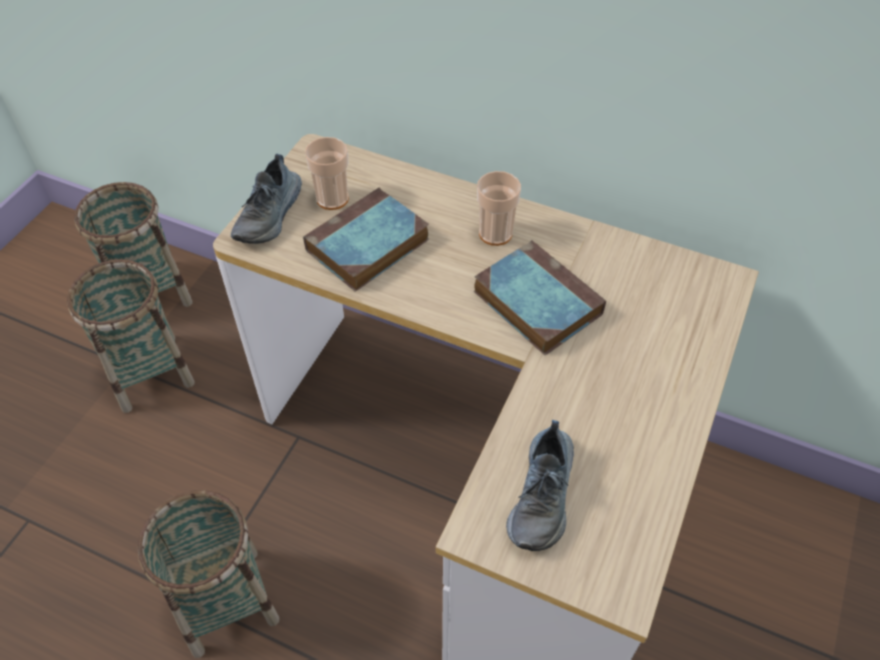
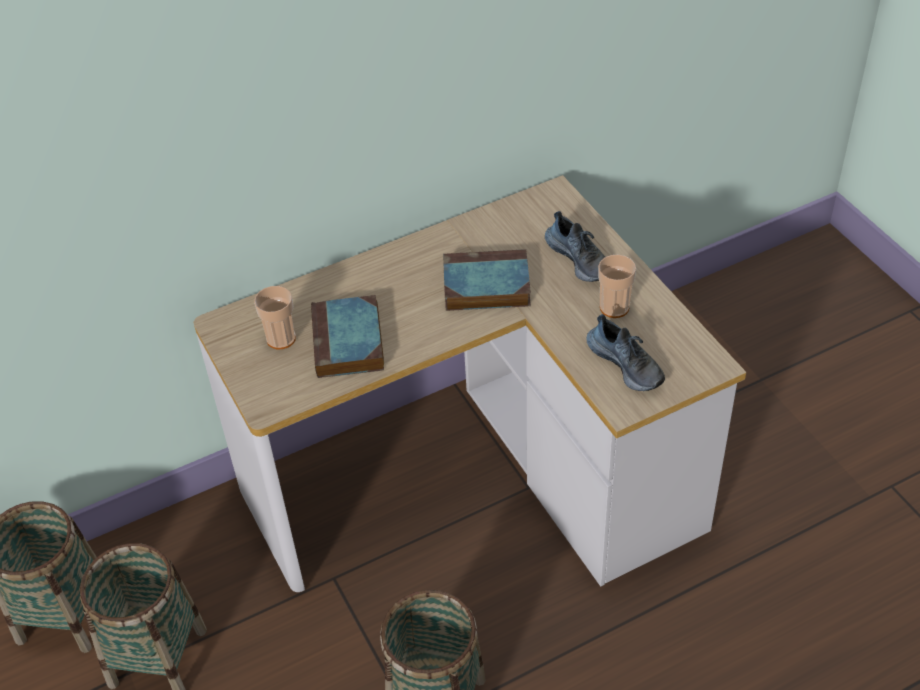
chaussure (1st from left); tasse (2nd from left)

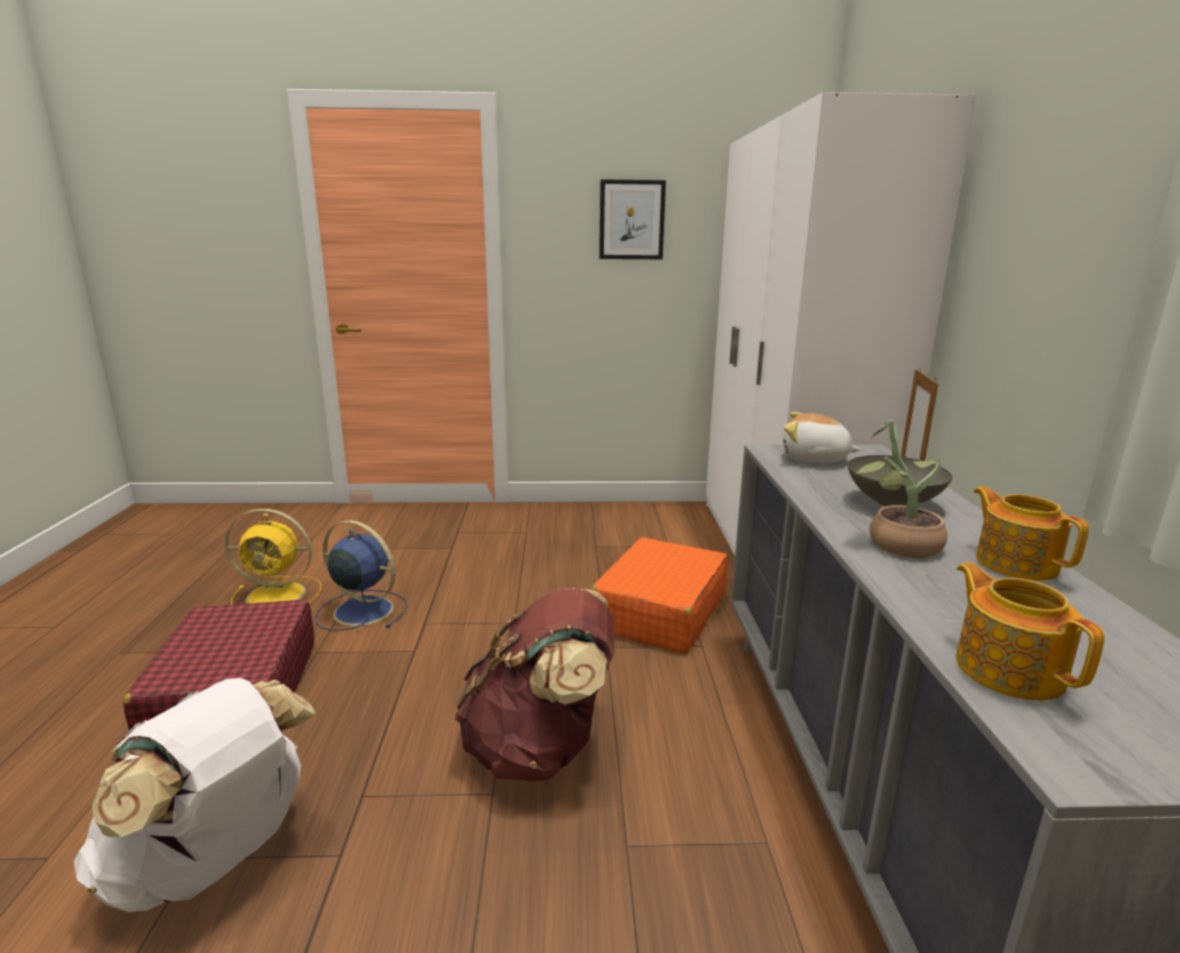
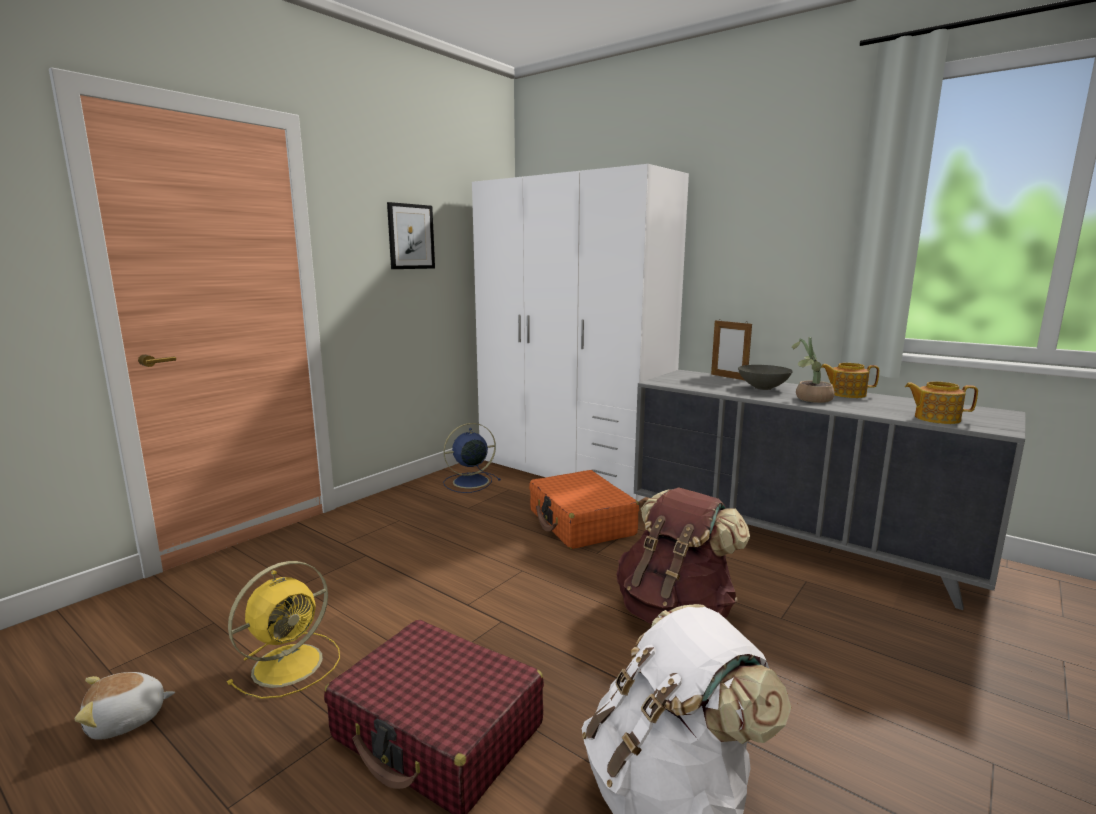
peluche; ventilateur (bleu)

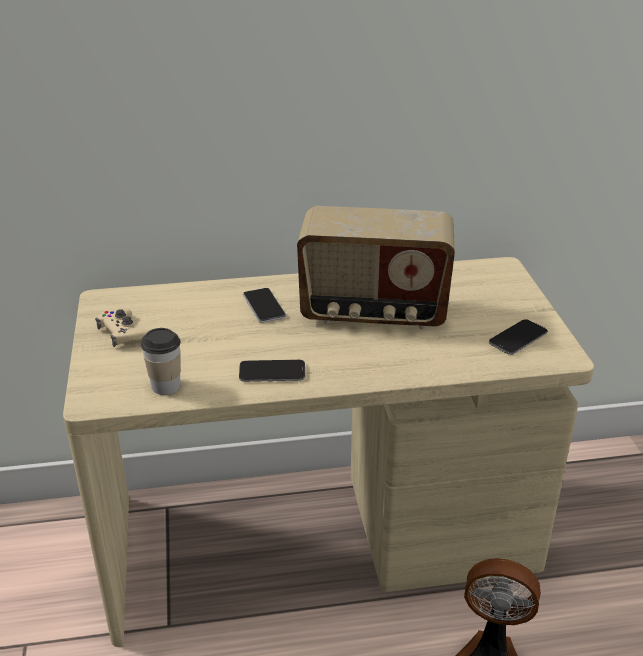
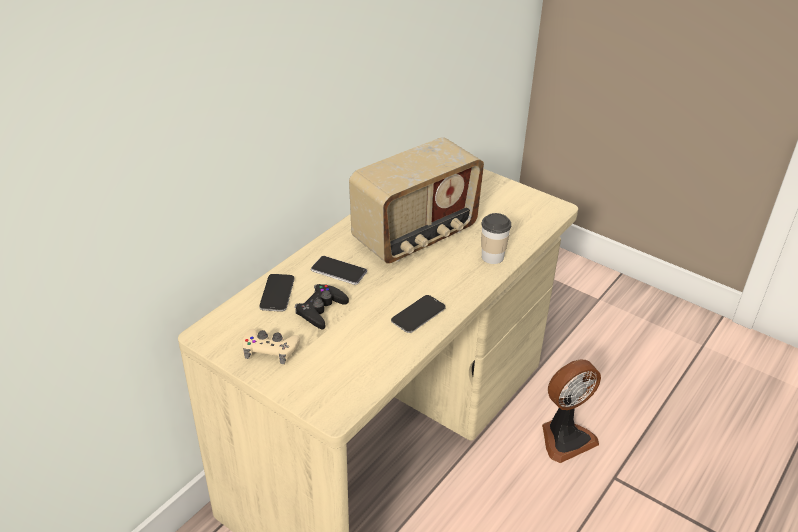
téléphone (1st from left); manette (noir); tasse

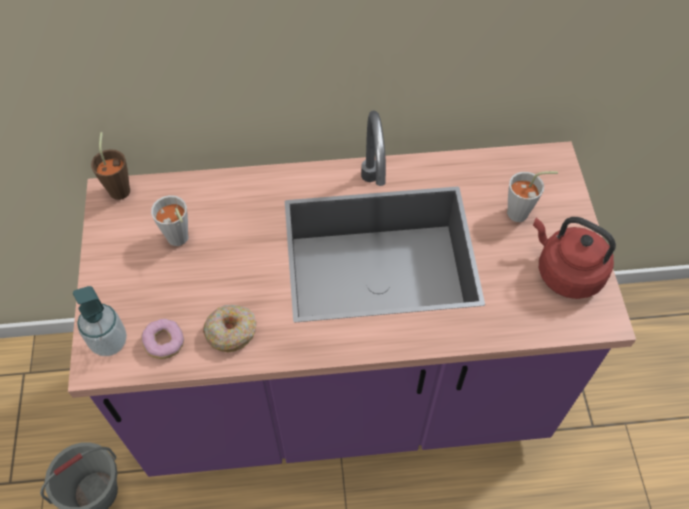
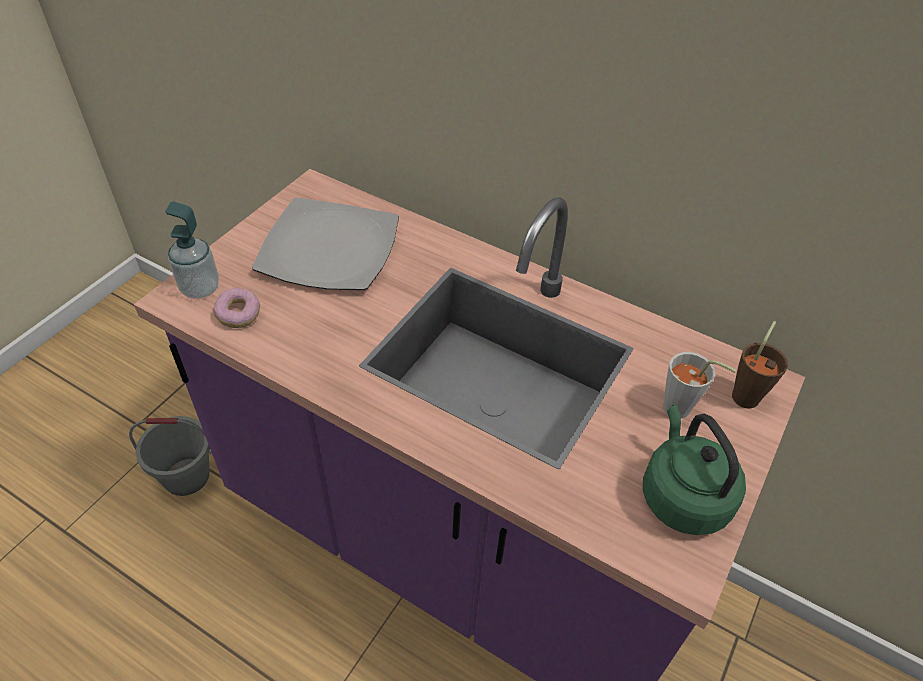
assiette; bouilloire (vert); tasse (marron); beignet (2nd from left in the first image)

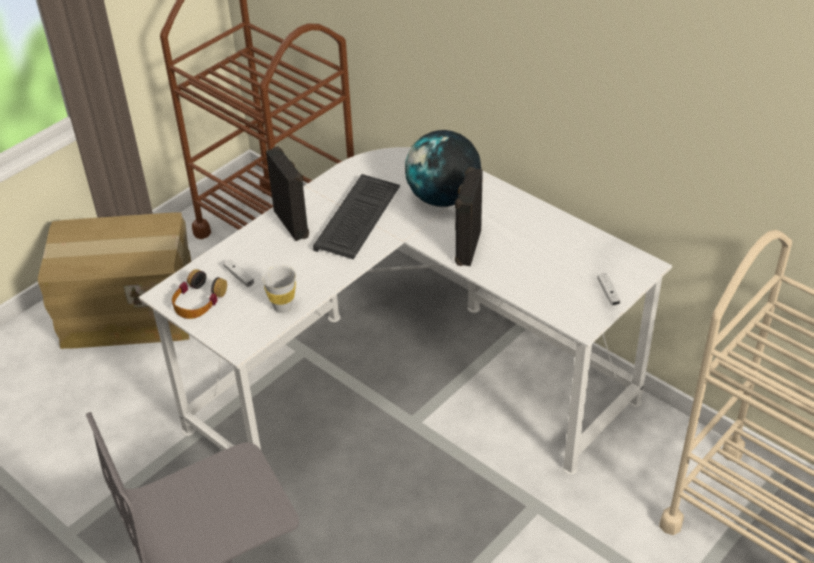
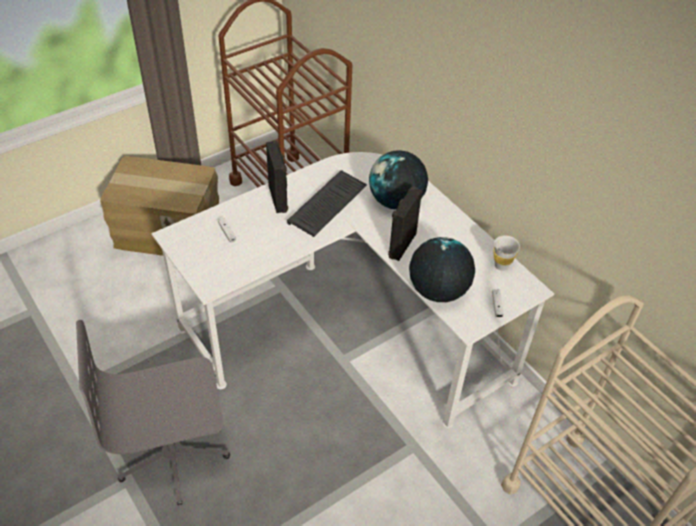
globe (2nd from left); tasse (blanc); casque audio

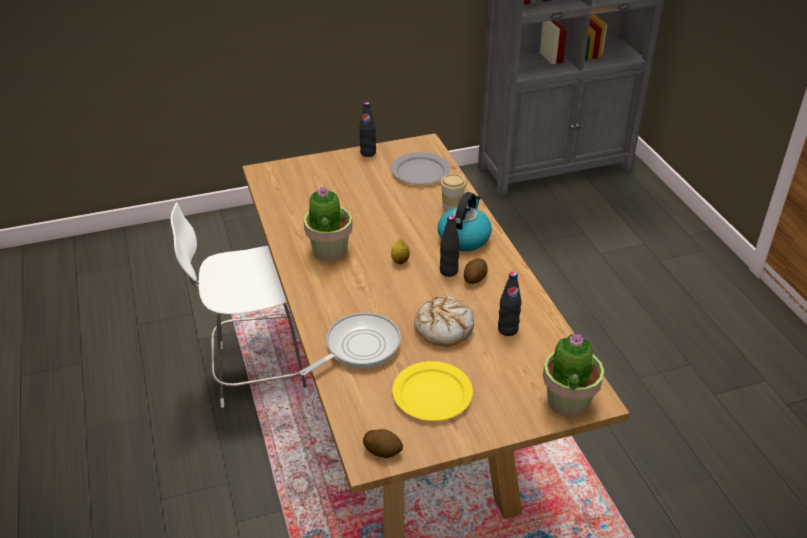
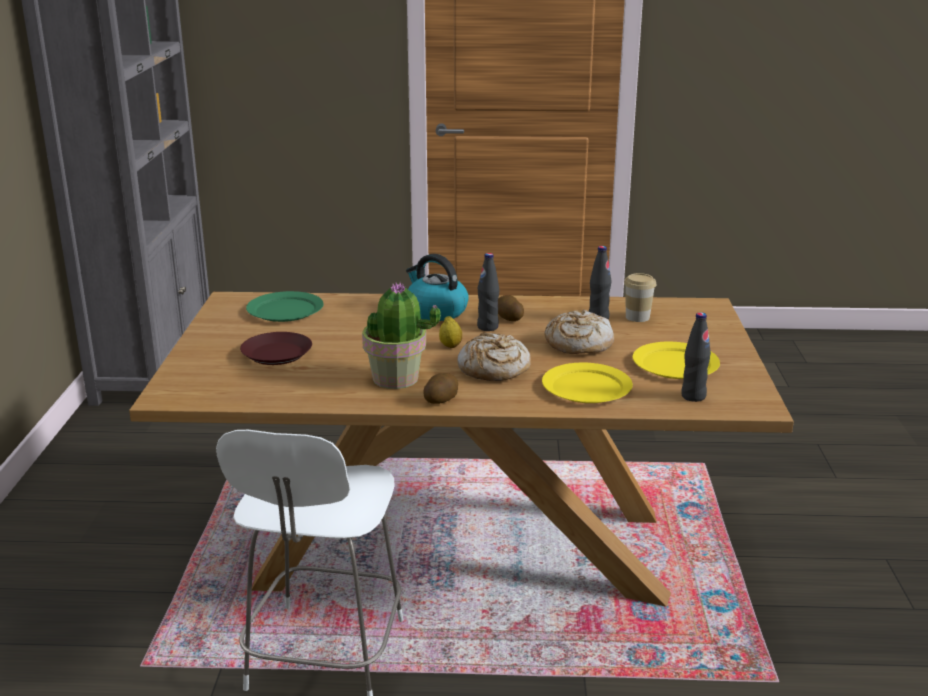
assiette (marron); assiette (vert); pomme de terre (1st from left); pain (1st from left); assiette (jaune) (1st from left); tasse; bouteille (noir) (3rd from left); plante en pot (2nd from left in the first image)

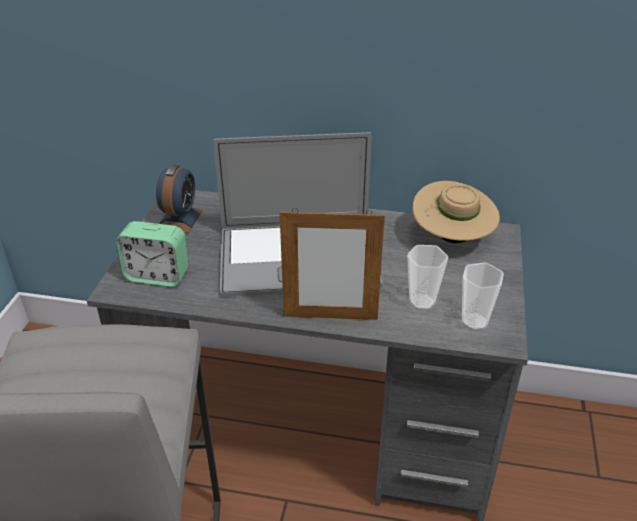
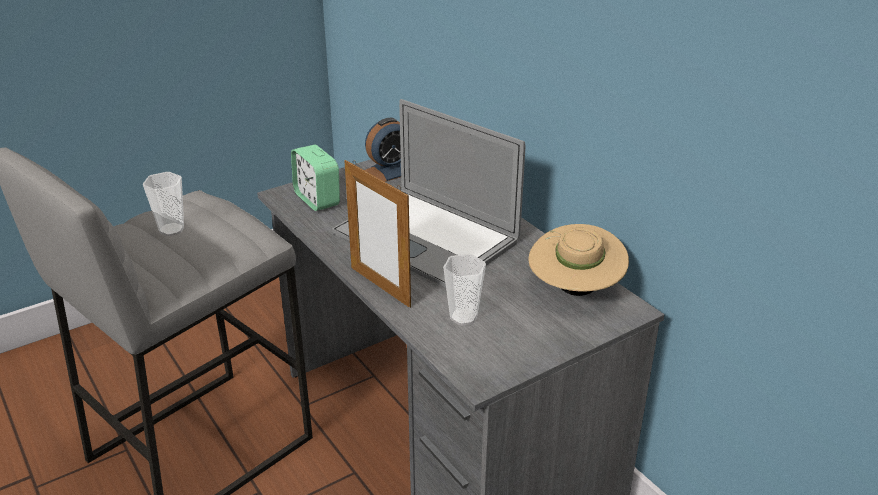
tasse (1st from left)

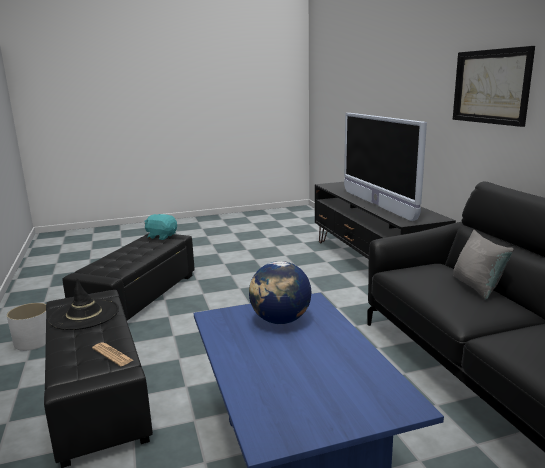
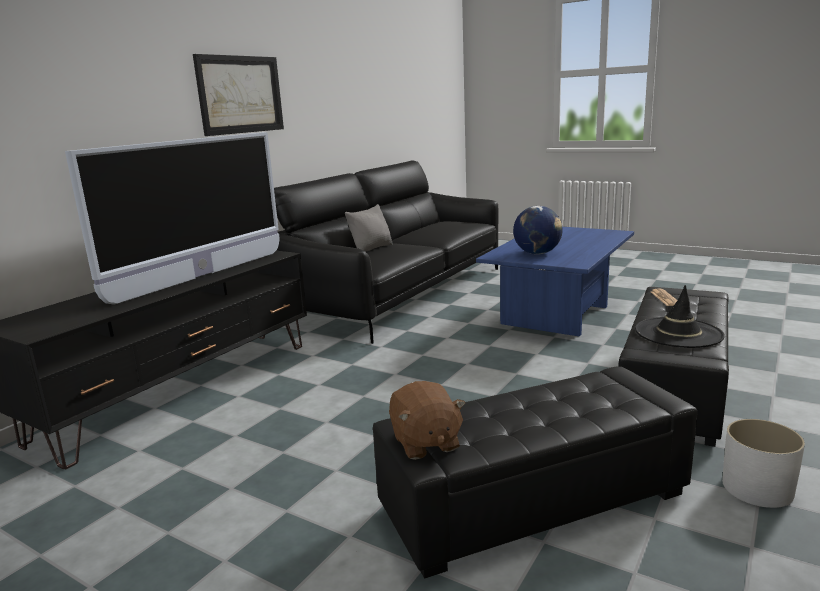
peluche (marron)

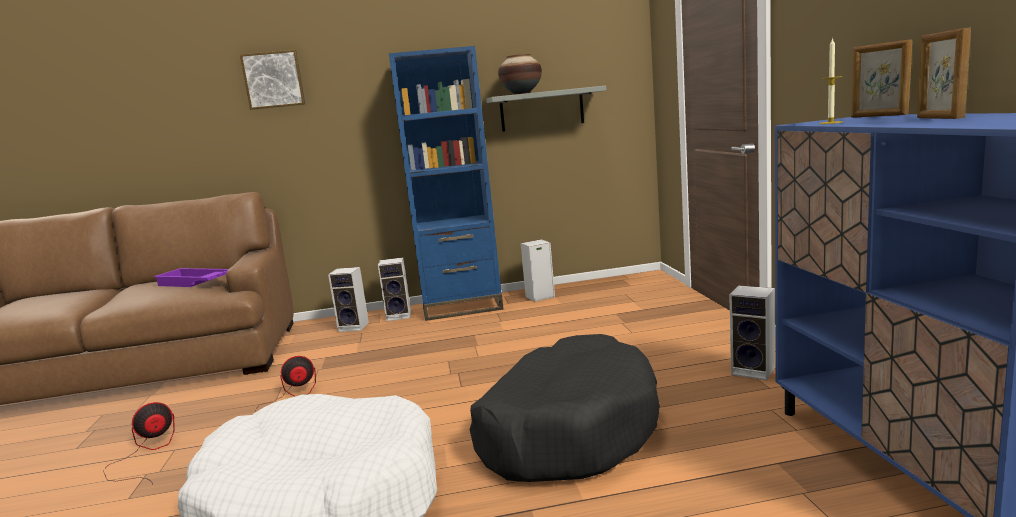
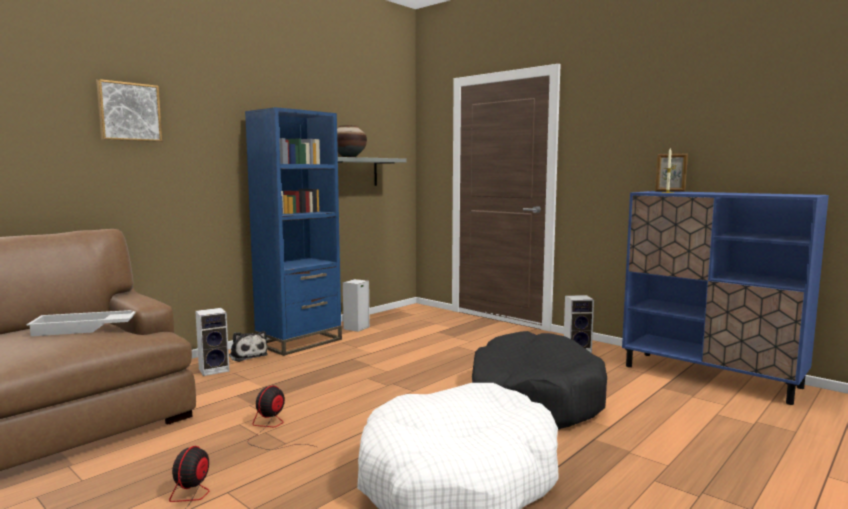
plateau (blanc); peluche; cadre photo (2nd from left in the first image)

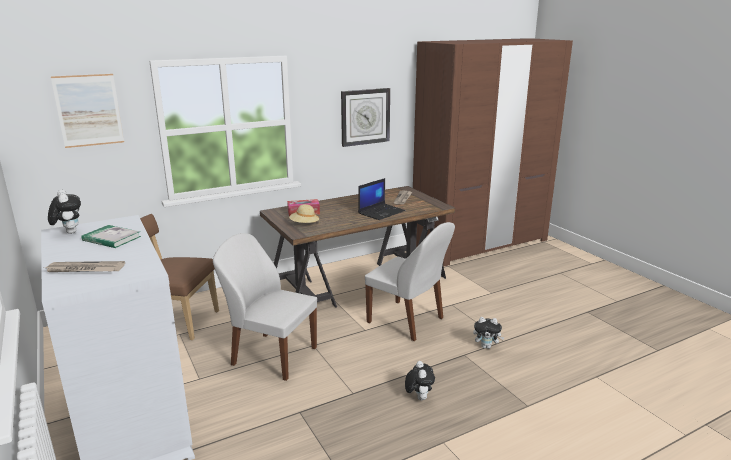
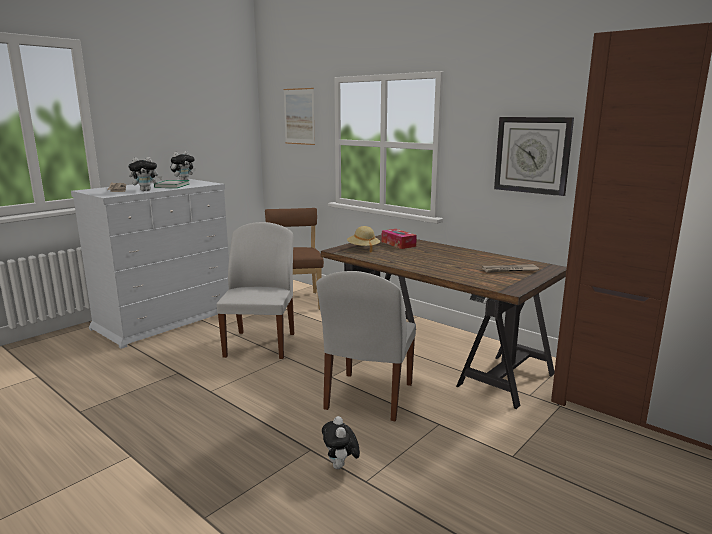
peluche (1st from left); ordinateur portable

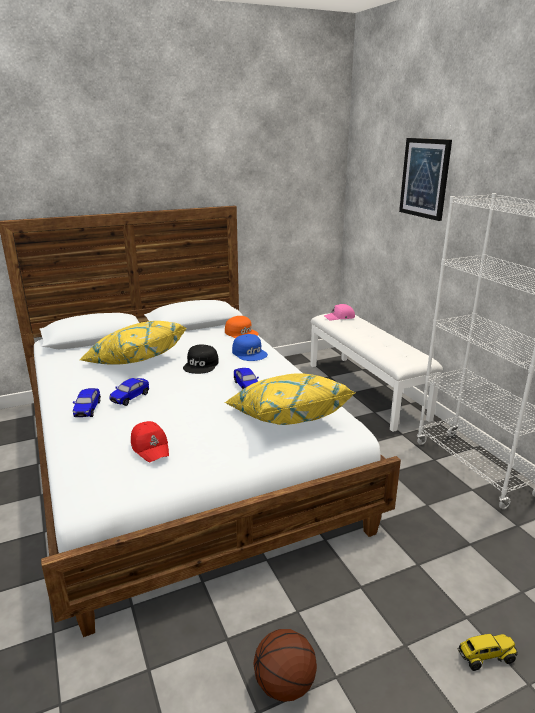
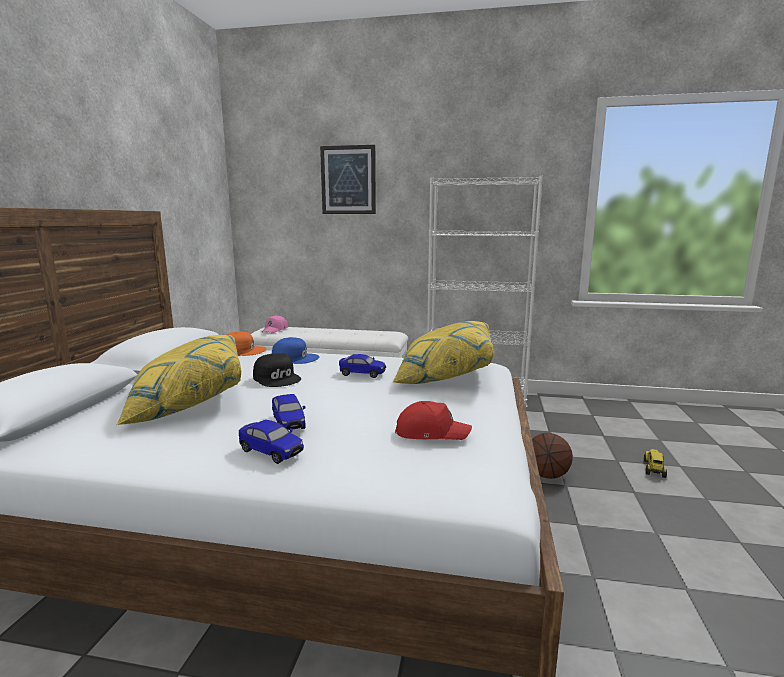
ballon de basket

